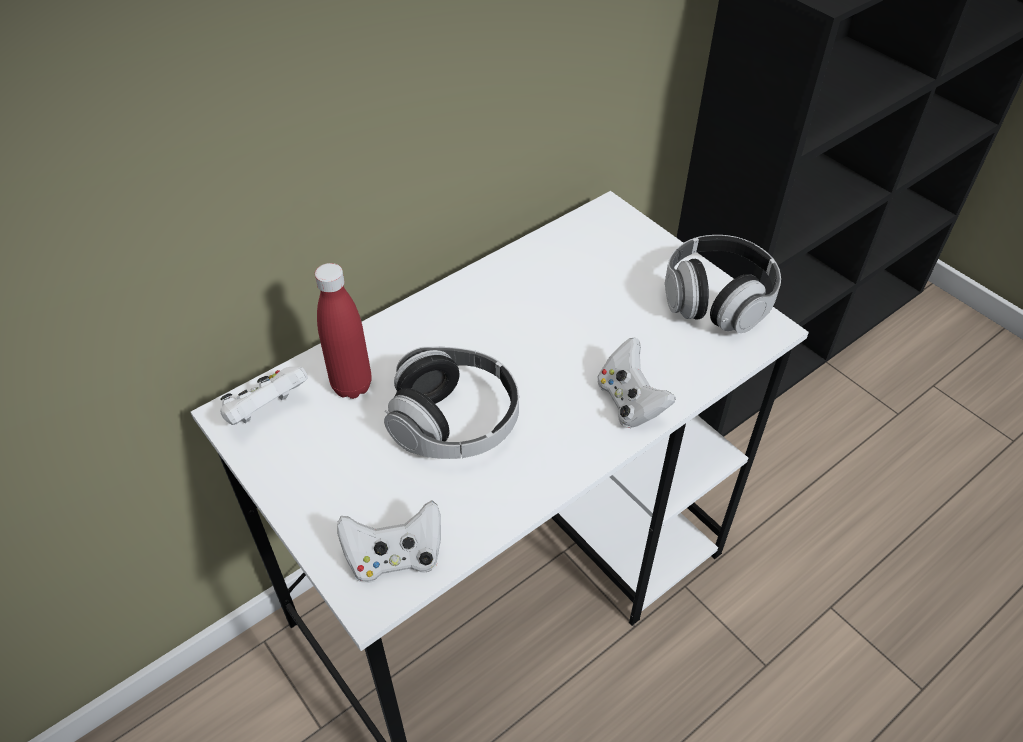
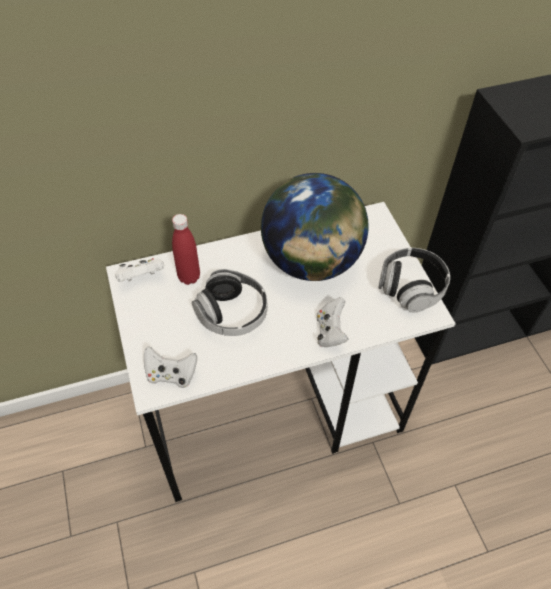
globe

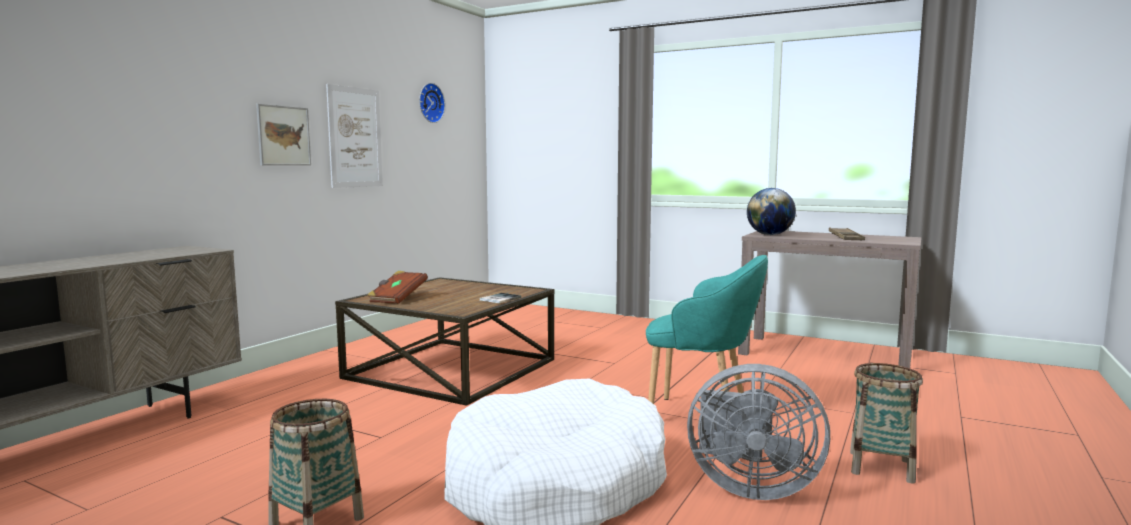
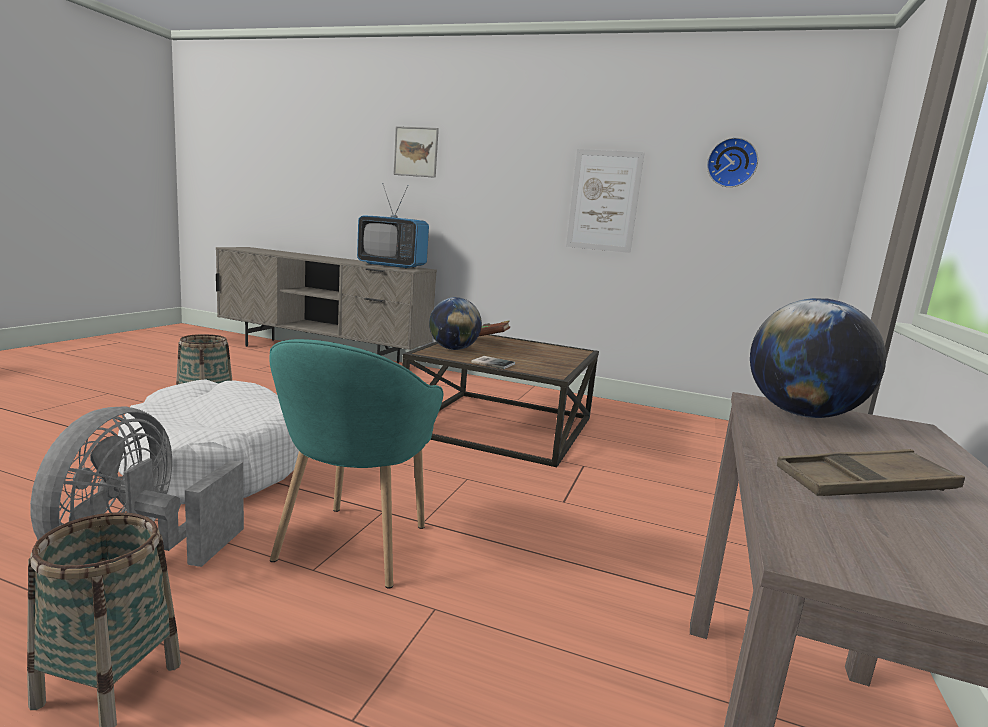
téléviseur; tableau (1st from left); globe (1st from left)

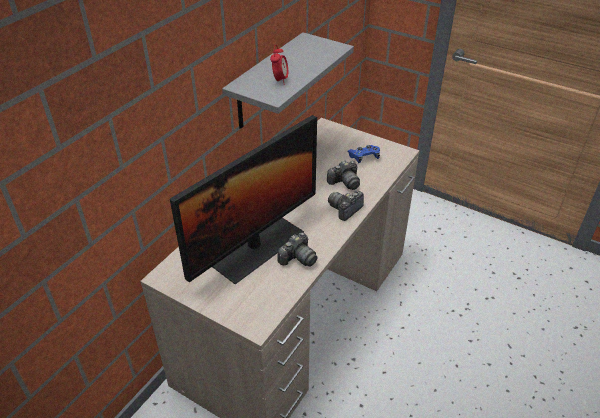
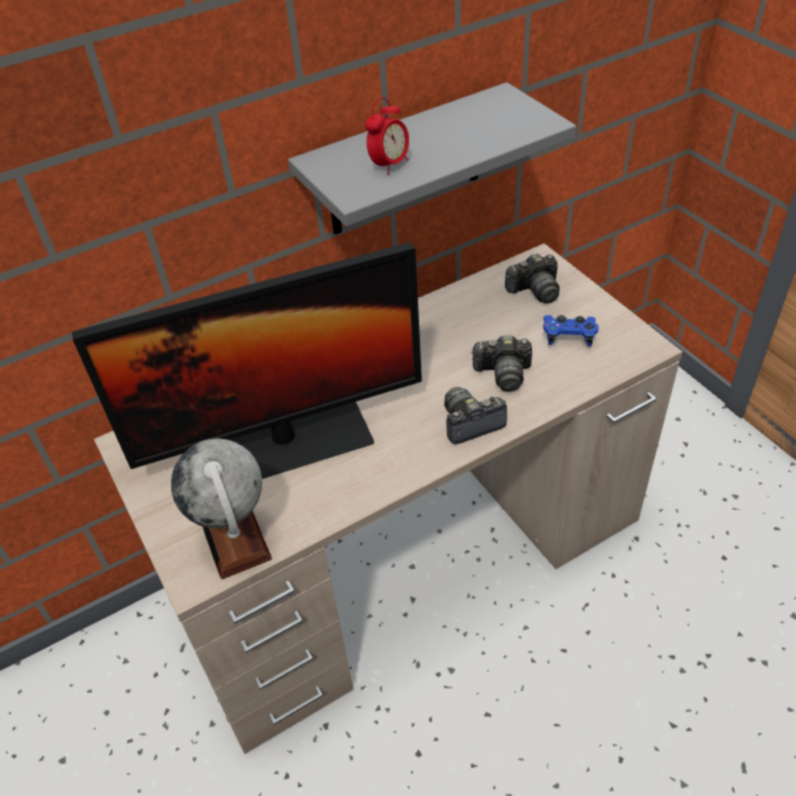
globe; appareil photo (3rd from left)

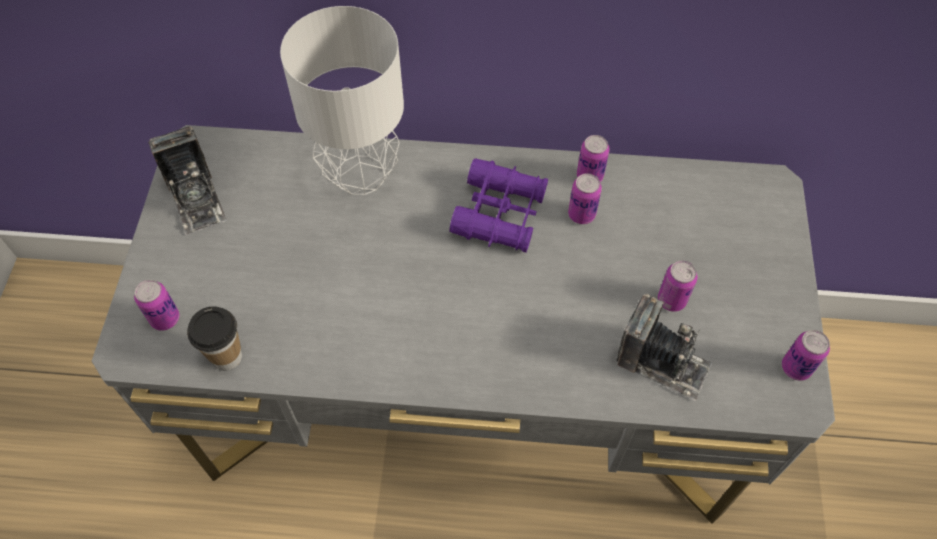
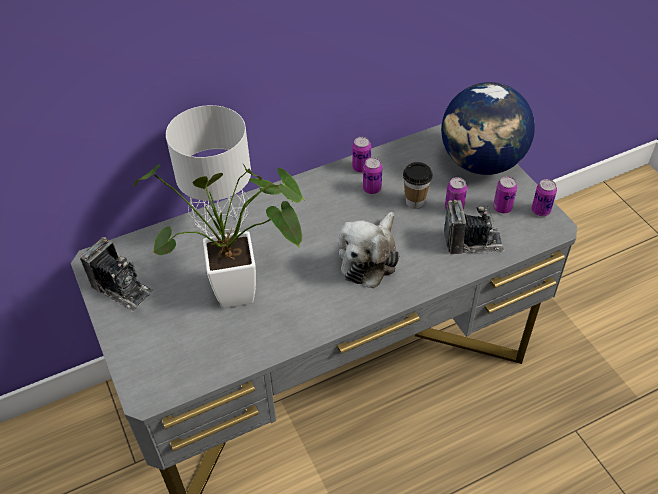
plante en pot; peluche; tasse; globe; boîte métallique (4th from left); jumelles (violet)

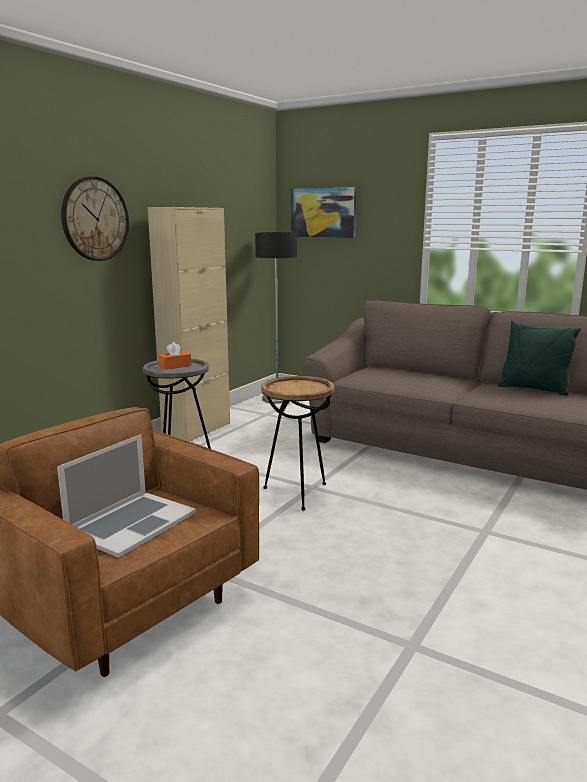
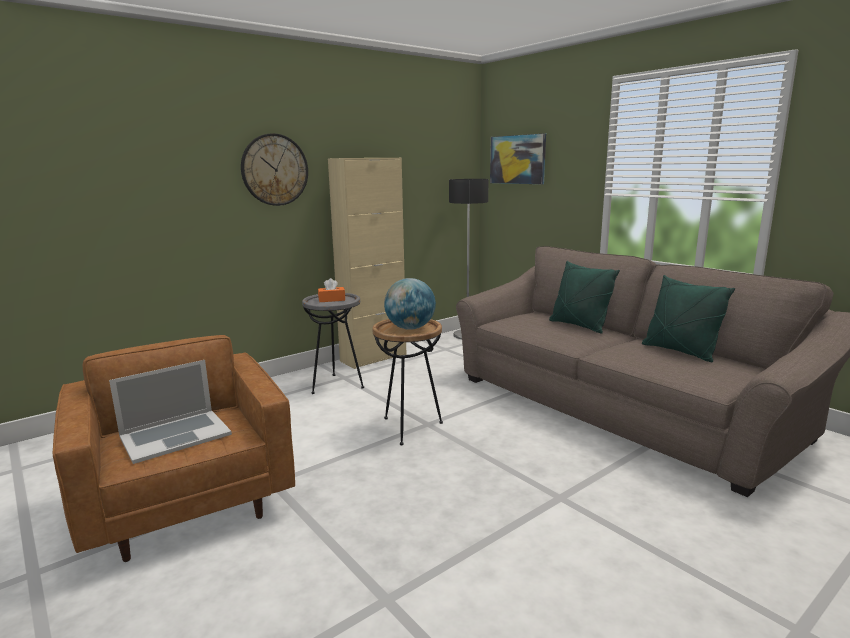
globe; coussin (vert) (1st from left)

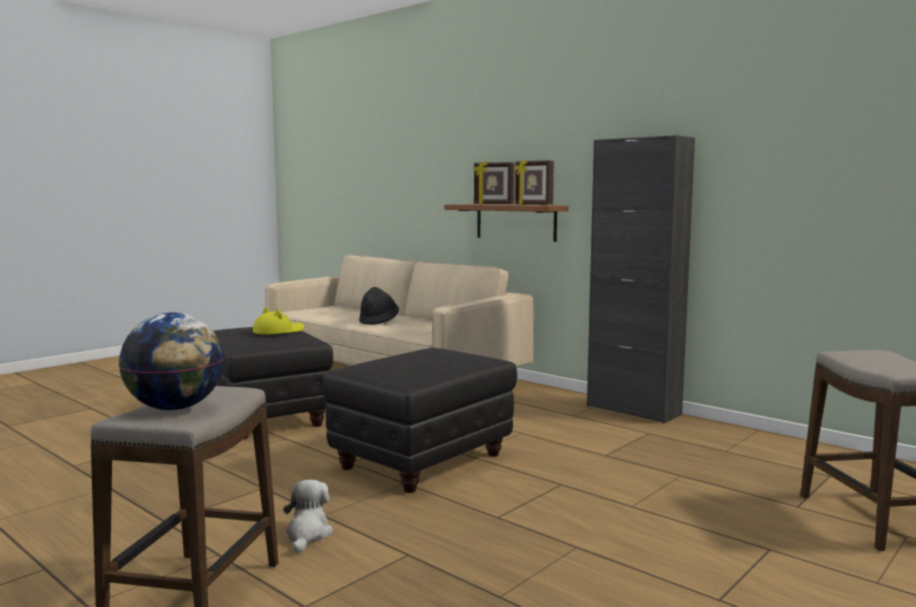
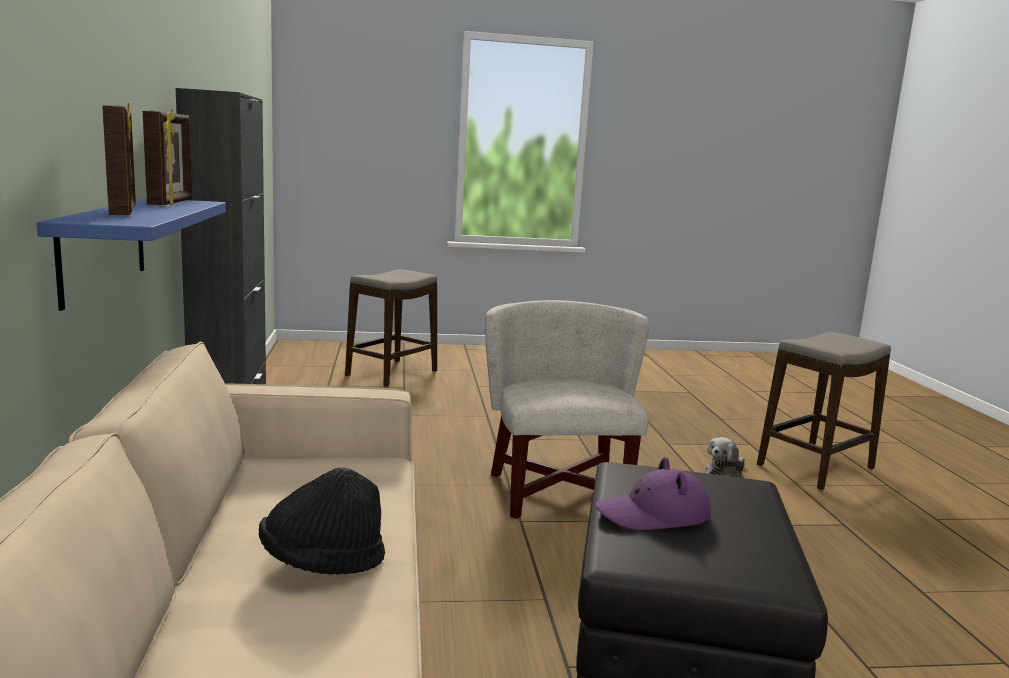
étagère (bleu); fauteuil (blanc); chapeau (violet); globe

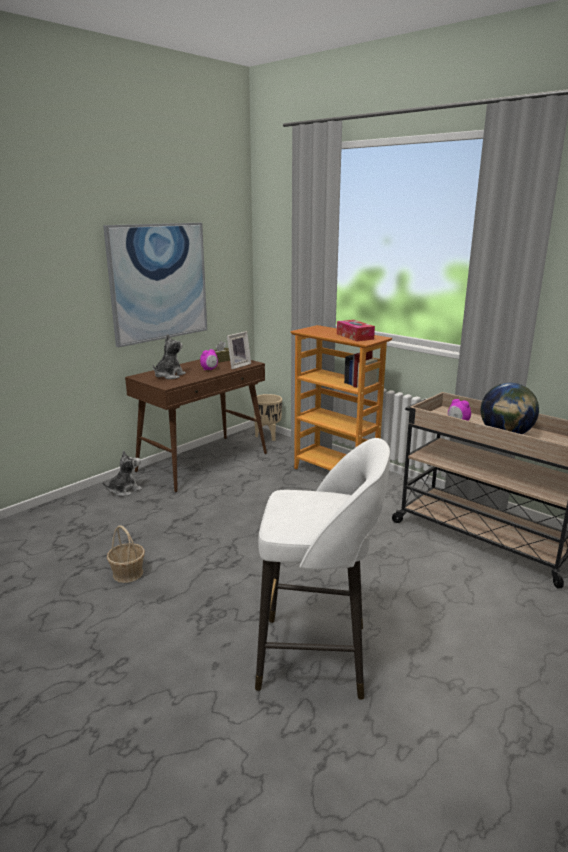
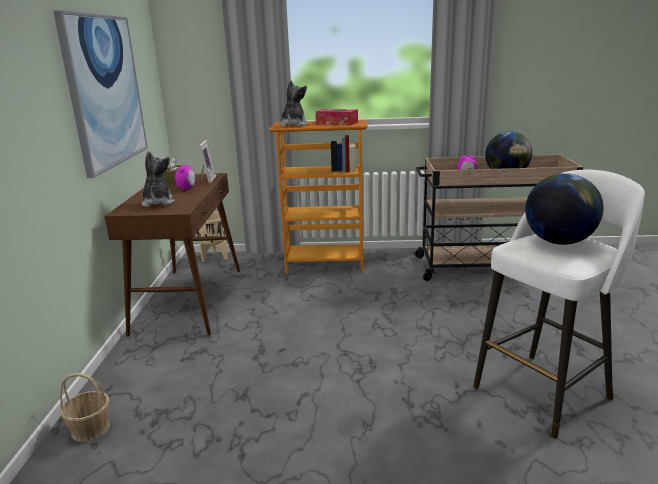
panier; peluche (2nd from left); globe (2nd from left)

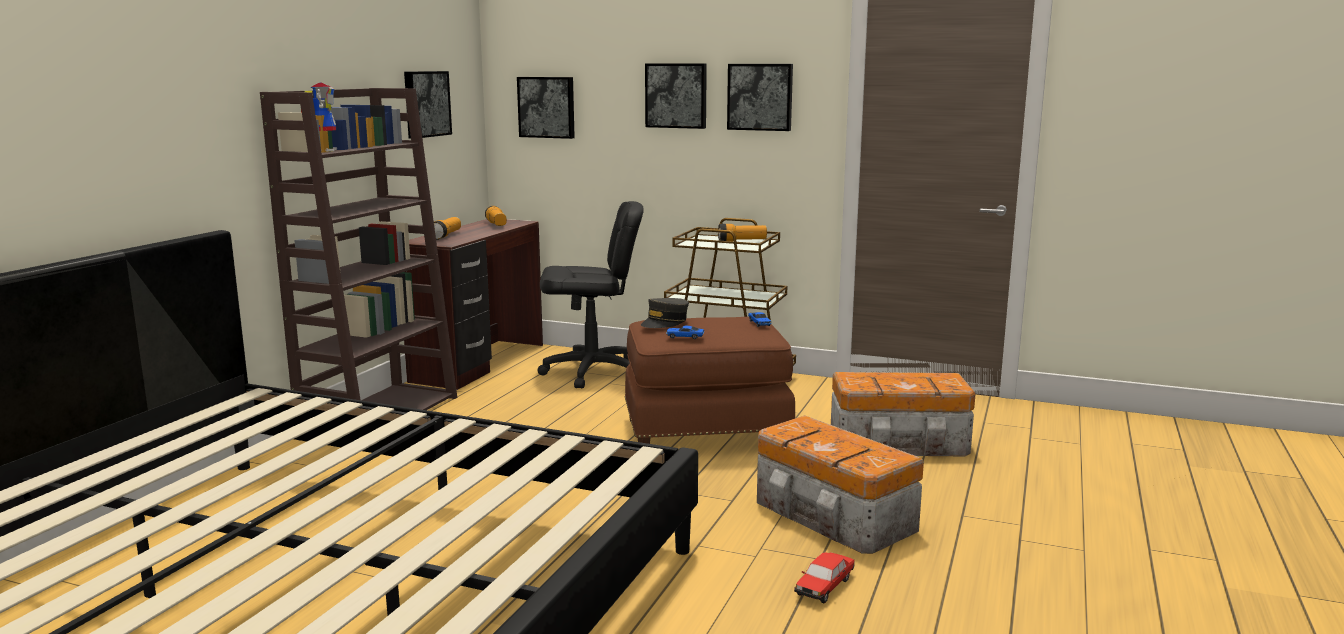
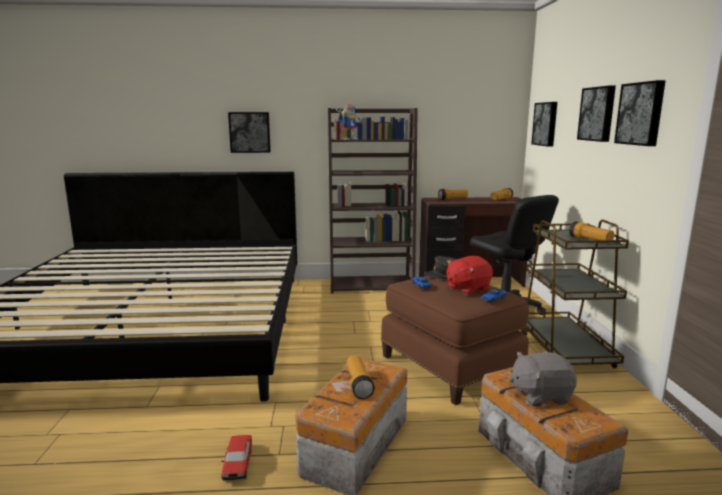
petite voiture (1st from left); tableau (1st from left); lampe de poche (1st from left); peluche (rouge); peluche (gris)

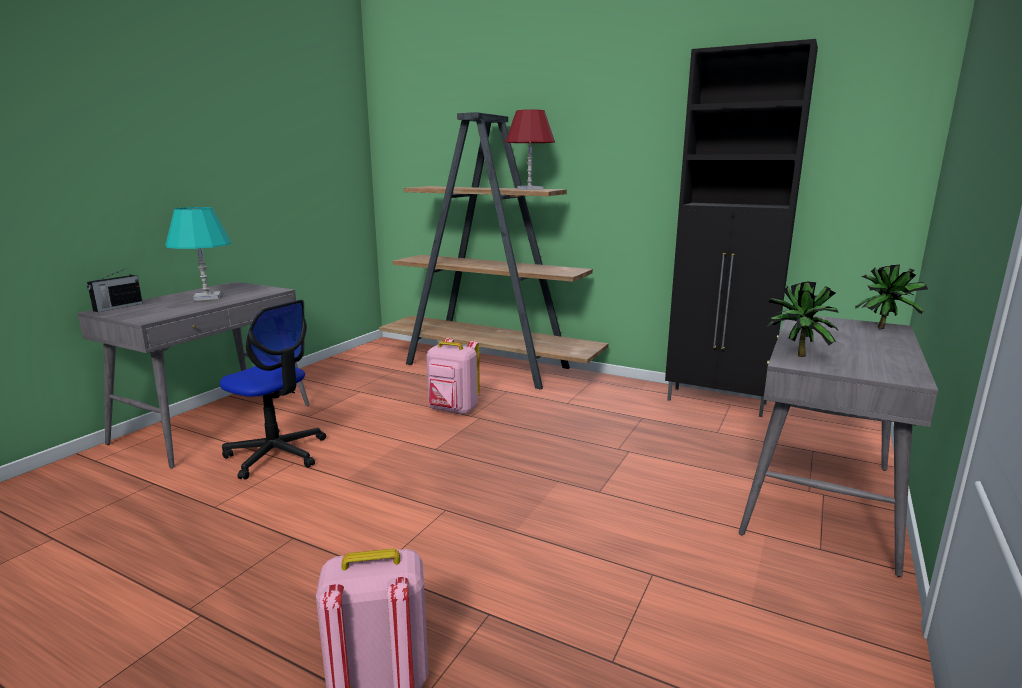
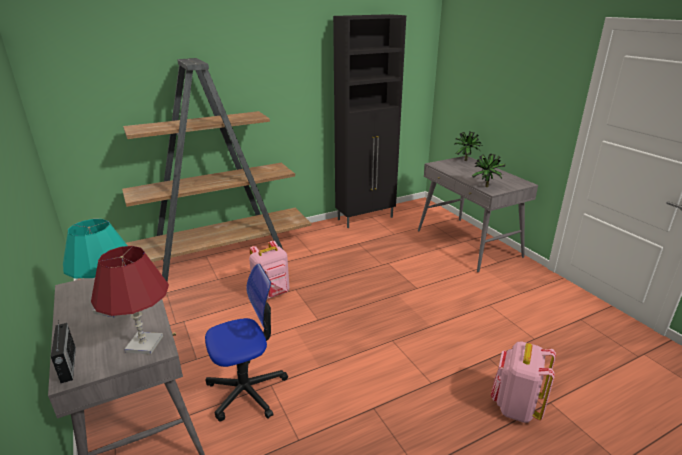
lampe de table (rouge)

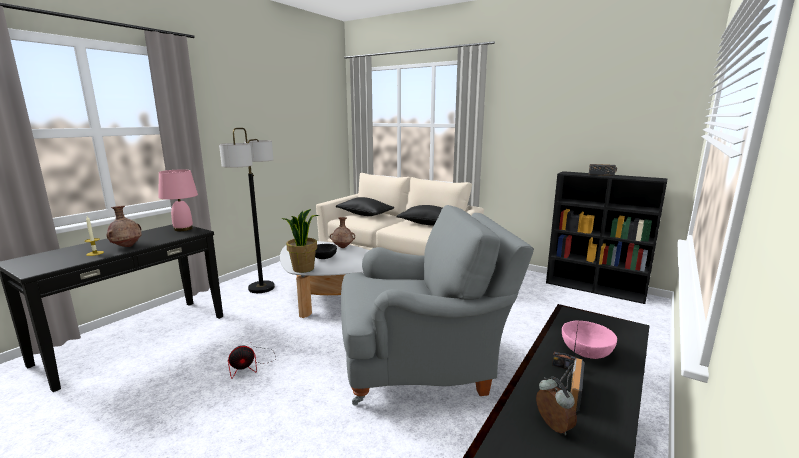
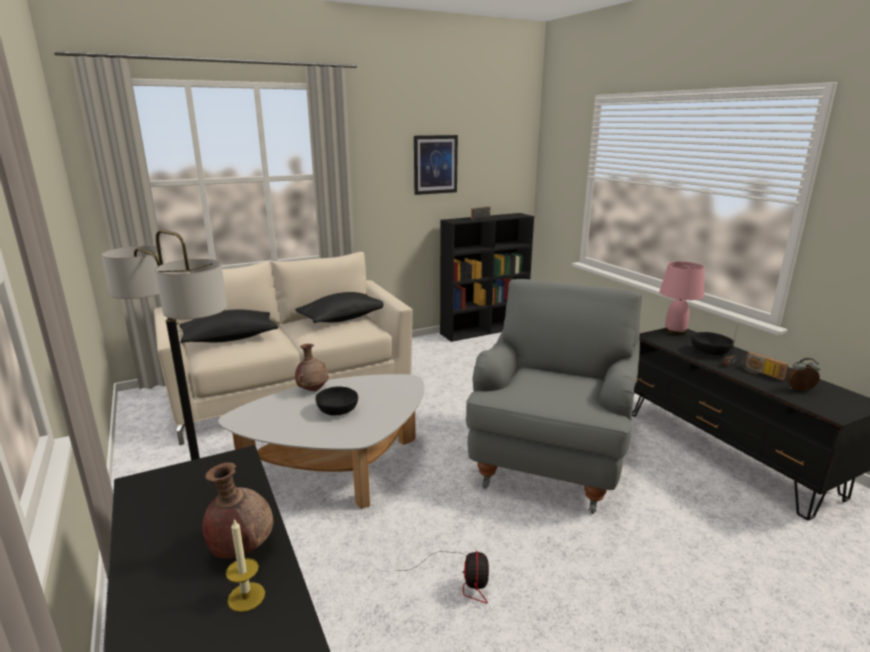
tableau; lampe de table (rose); bol (noir) (2nd from left); plante en pot

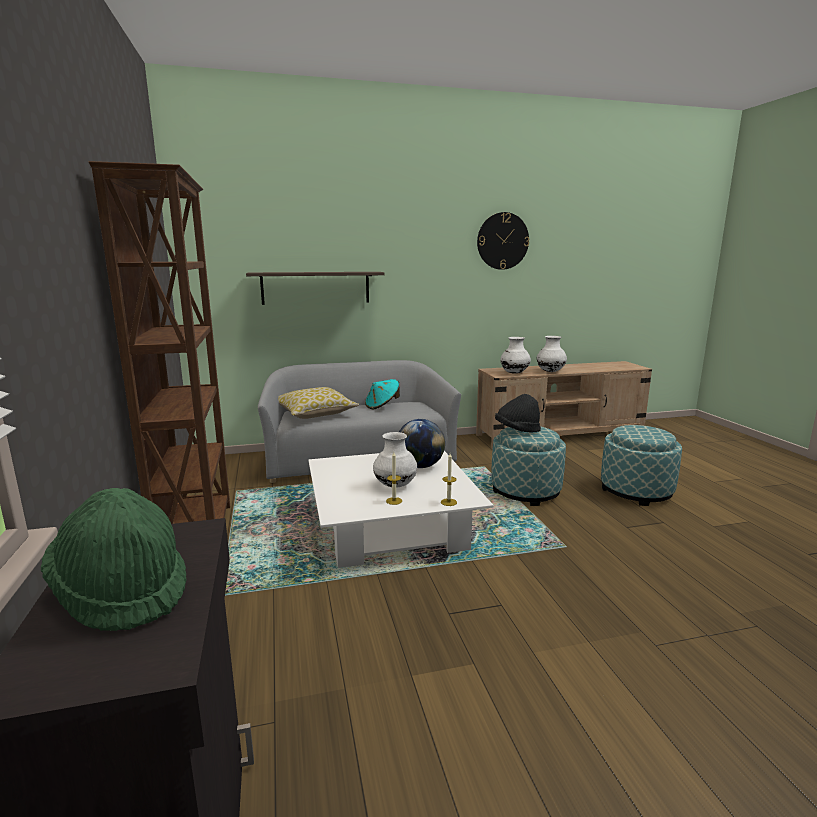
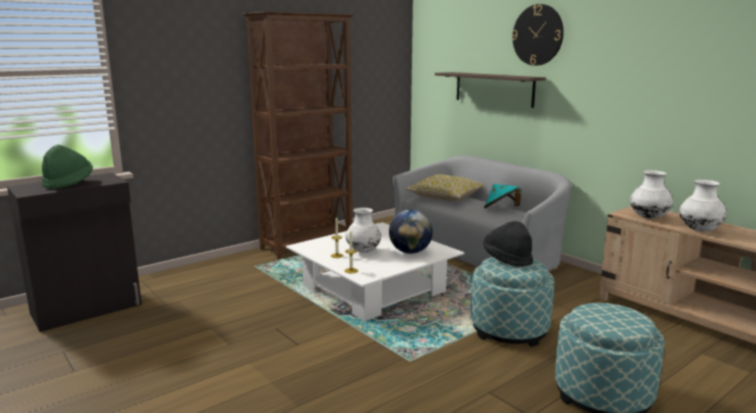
horloge murale

